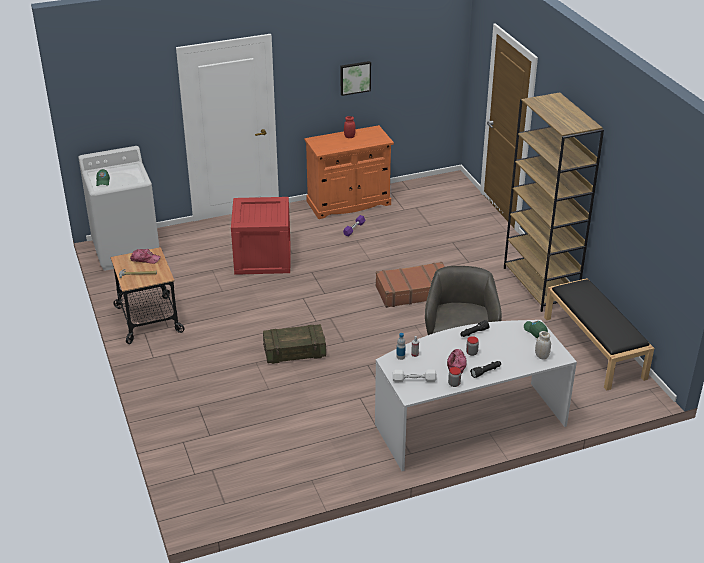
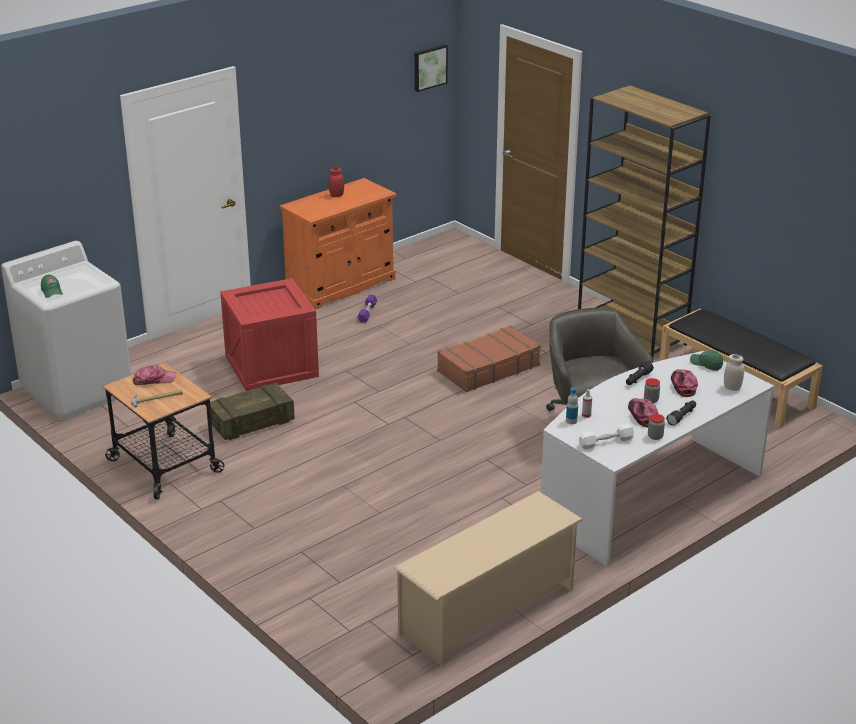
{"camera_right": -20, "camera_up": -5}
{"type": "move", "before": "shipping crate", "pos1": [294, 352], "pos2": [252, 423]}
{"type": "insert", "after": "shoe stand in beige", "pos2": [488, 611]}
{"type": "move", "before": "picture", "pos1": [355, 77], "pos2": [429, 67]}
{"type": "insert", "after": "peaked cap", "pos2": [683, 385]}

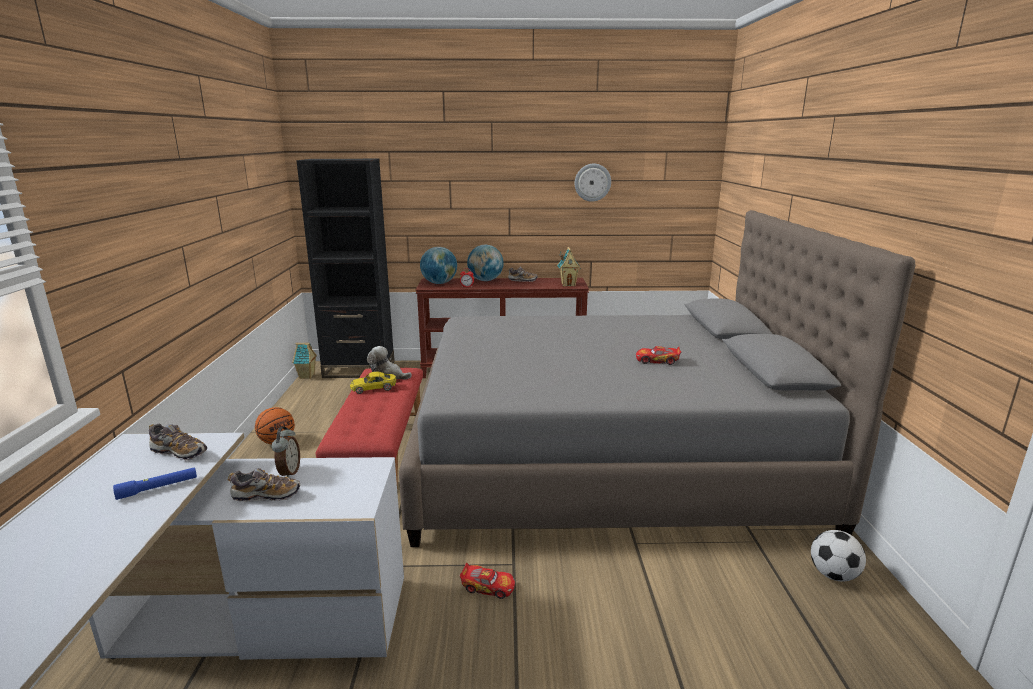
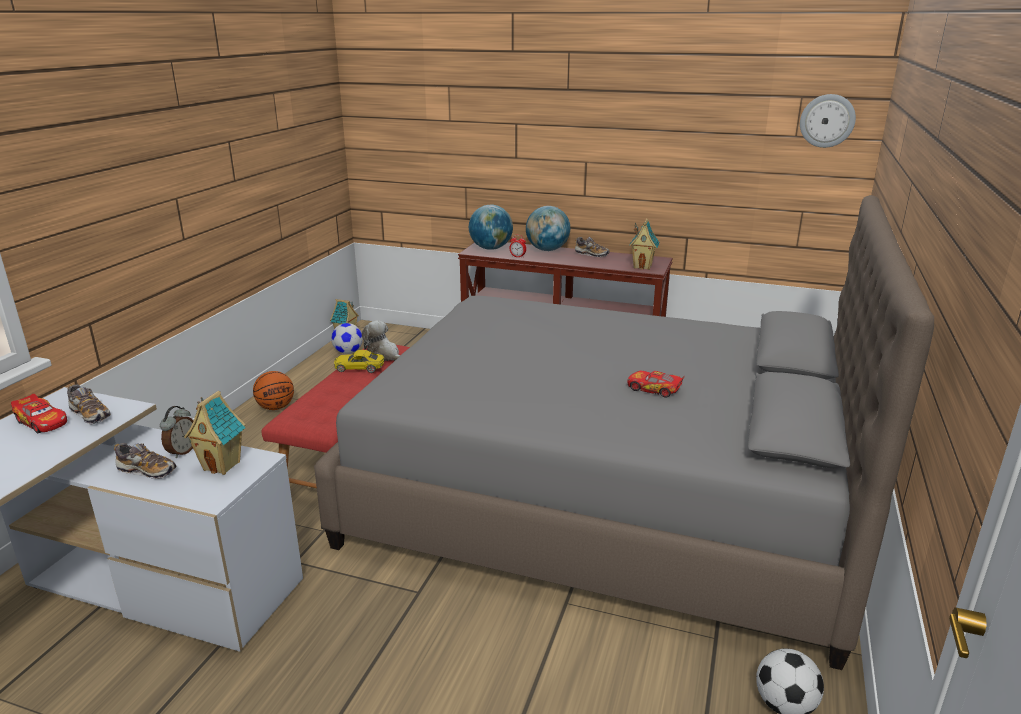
{"camera_right": 20, "camera_up": 5}
{"type": "move", "before": "toy car", "pos1": [488, 587], "pos2": [42, 422]}
{"type": "insert", "after": "toy house", "pos2": [223, 465]}
{"type": "insert", "after": "football", "pos2": [348, 352]}
{"type": "move", "before": "hanging clock", "pos1": [592, 182], "pos2": [827, 121]}
{"type": "delete", "before": "torch in blue-coloured", "pos1": [158, 488]}
{"type": "delete", "before": "bookshelf in blackish", "pos1": [359, 369]}

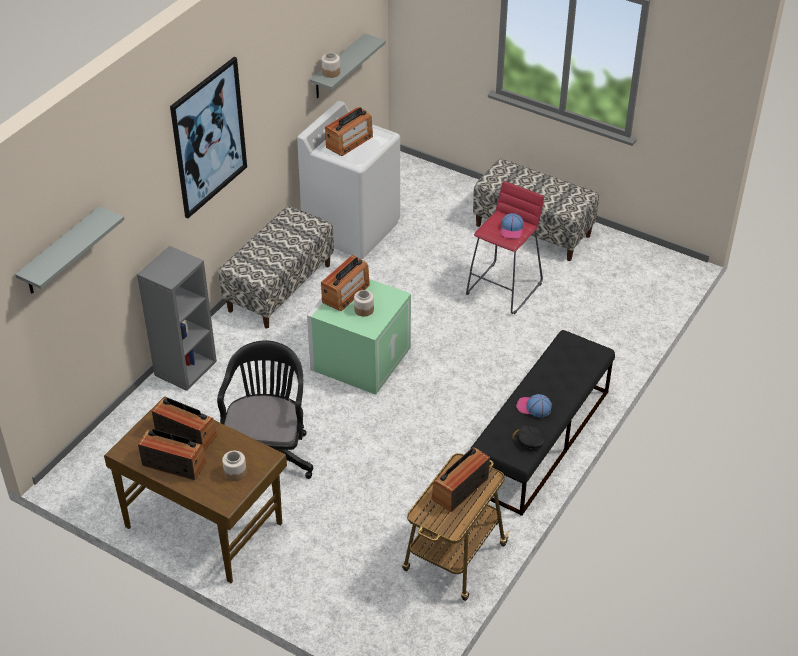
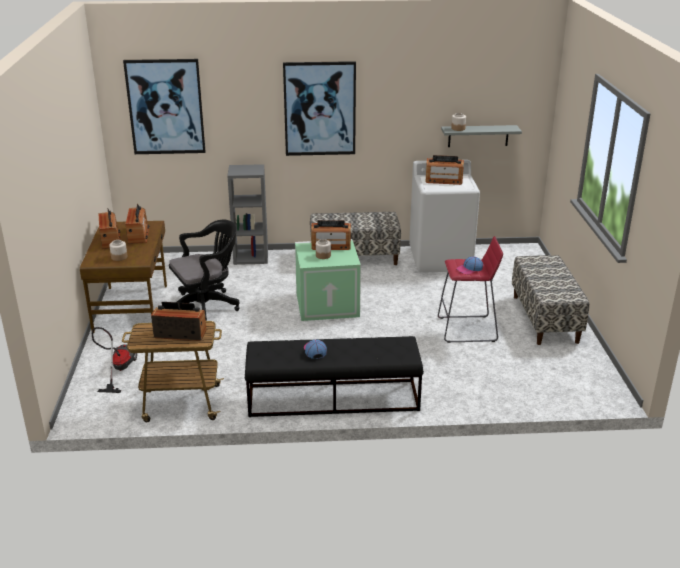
{"camera_right": 55, "camera_up": -15}
{"type": "insert", "after": "vacuum", "pos2": [118, 370]}
{"type": "replace", "before": "shelf in greyish", "after": "picture", "pos1": [61, 252], "pos2": [165, 107]}
{"type": "delete", "before": "peaked cap in blackish", "pos1": [528, 440]}

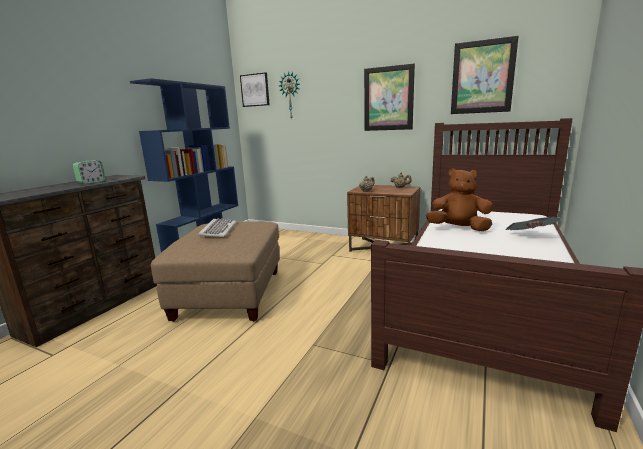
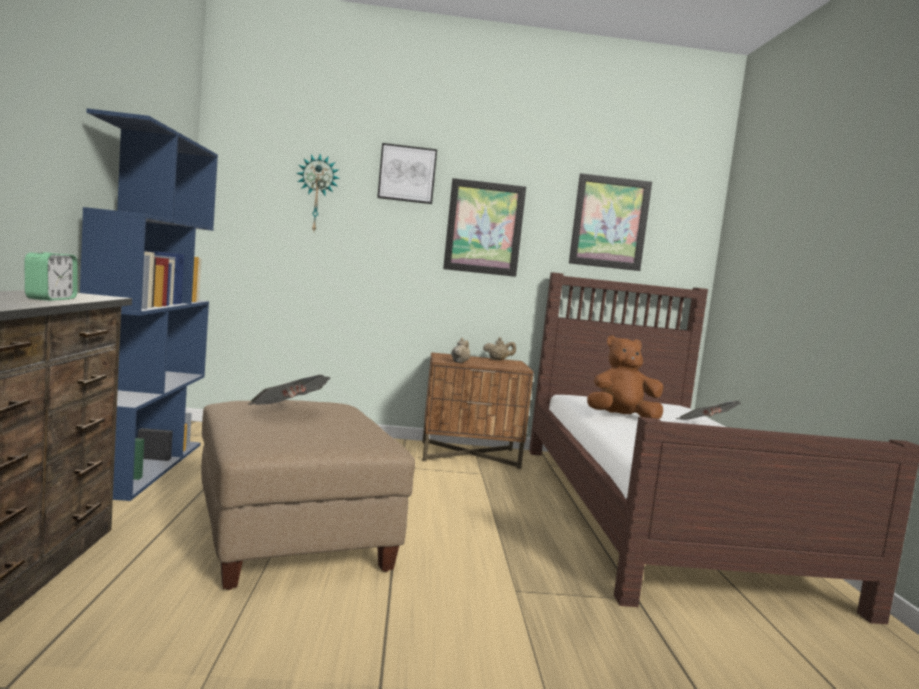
{"camera_right": -30, "camera_up": -10}
{"type": "replace", "before": "computer keyboard", "after": "daily paper", "pos1": [218, 230], "pos2": [287, 412]}
{"type": "move", "before": "picture", "pos1": [255, 90], "pos2": [407, 174]}

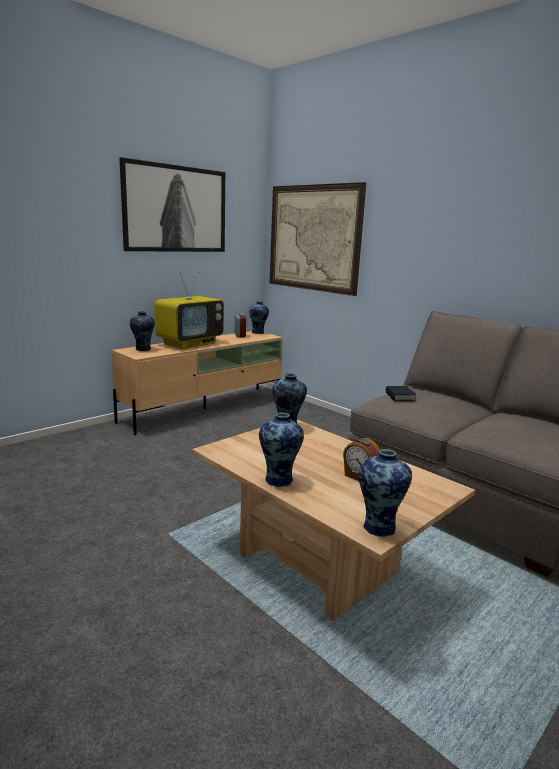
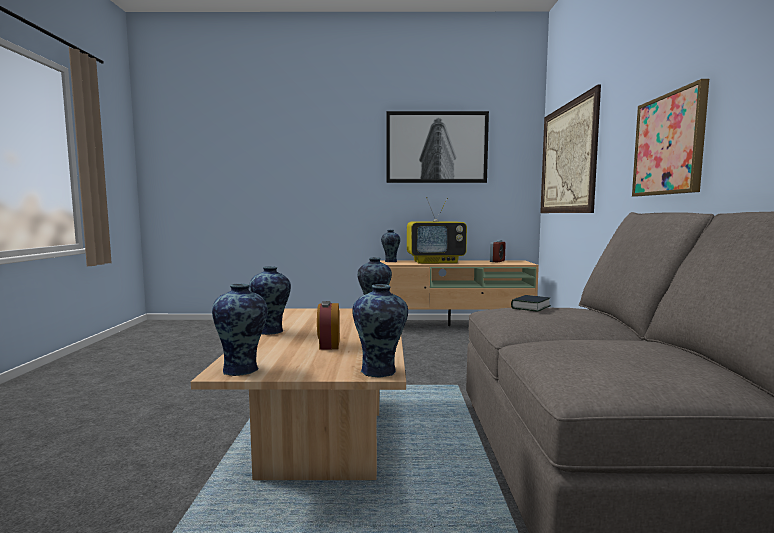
{"camera_right": 45, "camera_up": -10}
{"type": "move", "before": "vase", "pos1": [258, 332], "pos2": [380, 371]}
{"type": "insert", "after": "picture", "pos2": [669, 144]}

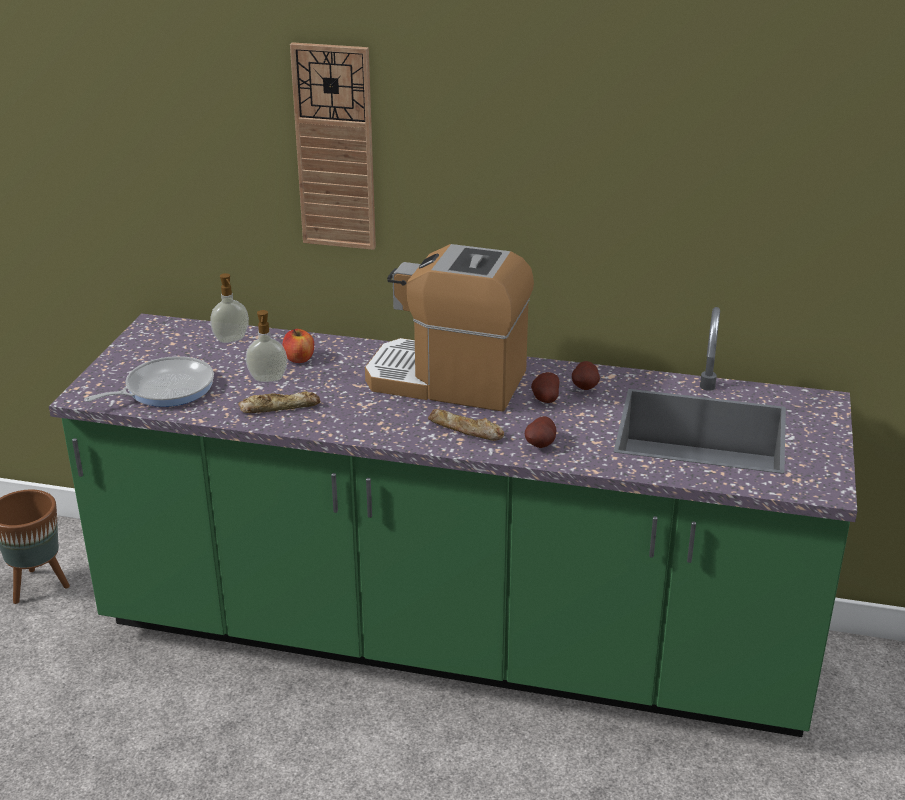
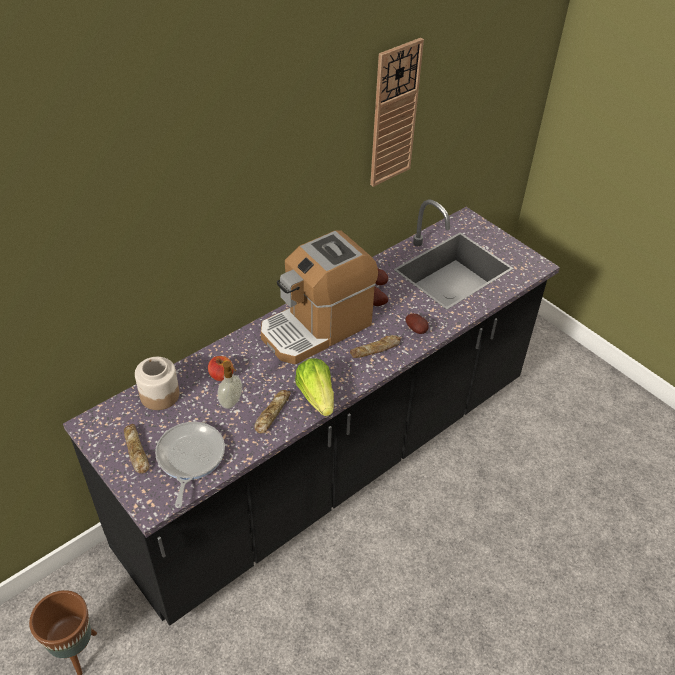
{"camera_right": -55, "camera_up": 15}
{"type": "recolor", "before": "counter in green-coloured", "after": "counter in blackish", "pos1": [452, 641], "pos2": [333, 463]}
{"type": "insert", "after": "baked bread", "pos2": [136, 451]}
{"type": "replace", "before": "soap dispenser", "after": "jar", "pos1": [231, 340], "pos2": [159, 395]}
{"type": "insert", "after": "lettuce", "pos2": [316, 396]}
{"type": "move", "before": "hanging clock", "pos1": [335, 148], "pos2": [394, 114]}

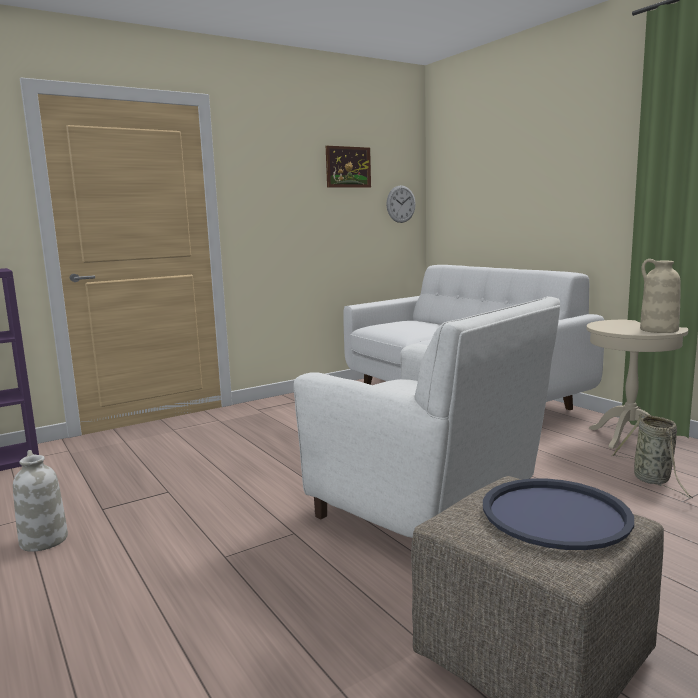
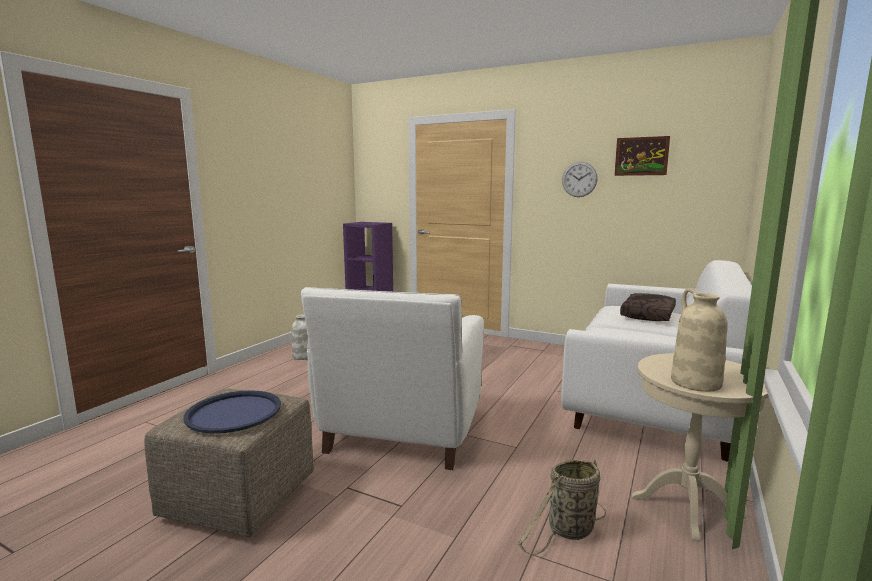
{"camera_right": 60, "camera_up": 0}
{"type": "move", "before": "hanging clock", "pos1": [401, 204], "pos2": [579, 179]}
{"type": "insert", "after": "cushion in brown-coloured", "pos2": [649, 315]}

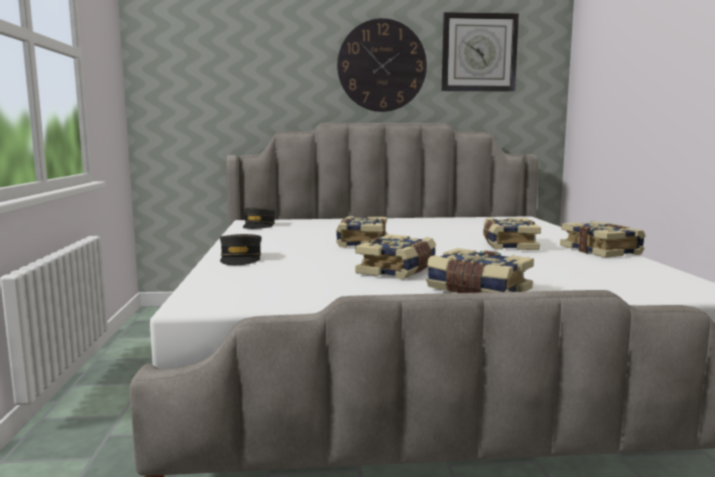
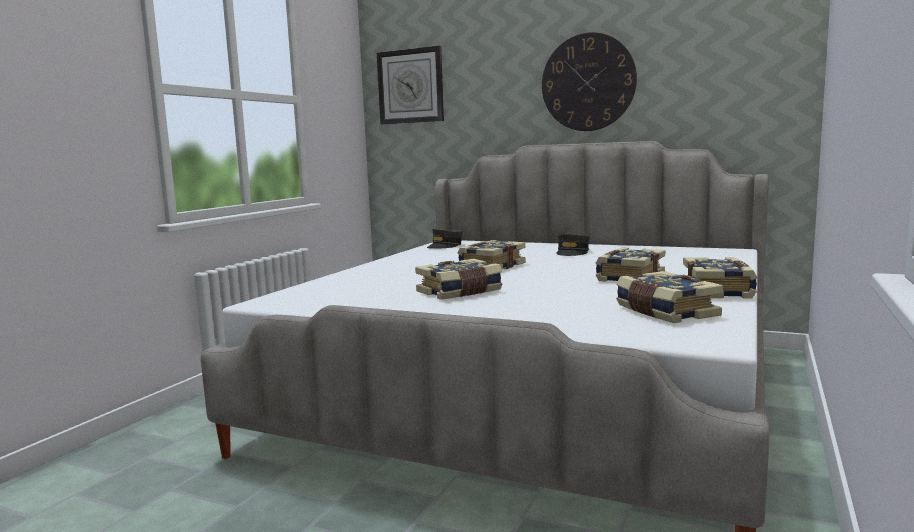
{"camera_right": 30, "camera_up": 0}
{"type": "move", "before": "hanging clock", "pos1": [479, 53], "pos2": [411, 86]}
{"type": "move", "before": "peaked cap in greyish", "pos1": [241, 259], "pos2": [572, 252]}
{"type": "move", "before": "bound book", "pos1": [477, 290], "pos2": [664, 312]}

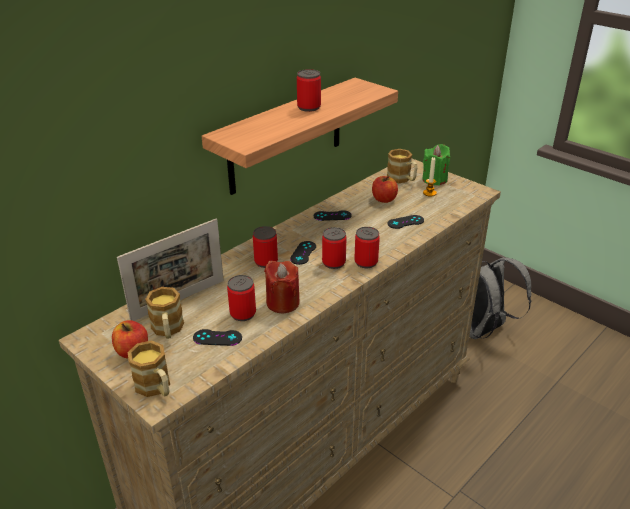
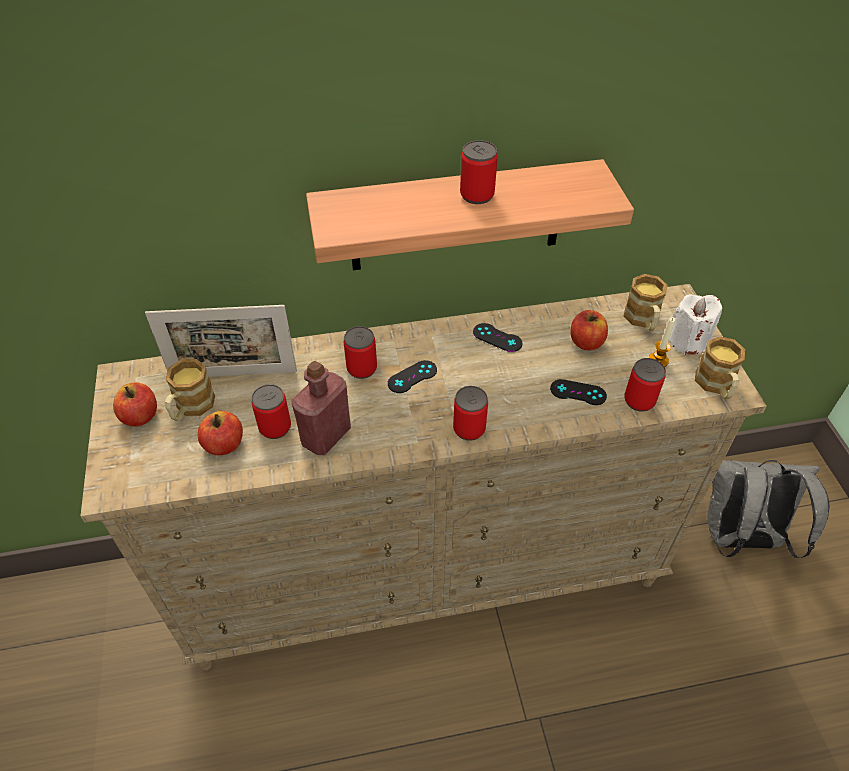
{"camera_right": 35, "camera_up": 15}
{"type": "replace", "before": "gamepad in blackish", "after": "apple fruit", "pos1": [217, 338], "pos2": [224, 445]}
{"type": "replace", "before": "wax candle in red", "after": "beverage bottle in red", "pos1": [282, 303], "pos2": [326, 436]}
{"type": "move", "before": "can", "pos1": [333, 262], "pos2": [639, 400]}
{"type": "recolor", "before": "wax candle in green-coloured", "after": "wax candle in whitish", "pos1": [434, 179], "pos2": [688, 341]}
{"type": "move", "before": "tea mug", "pos1": [156, 388], "pos2": [716, 386]}

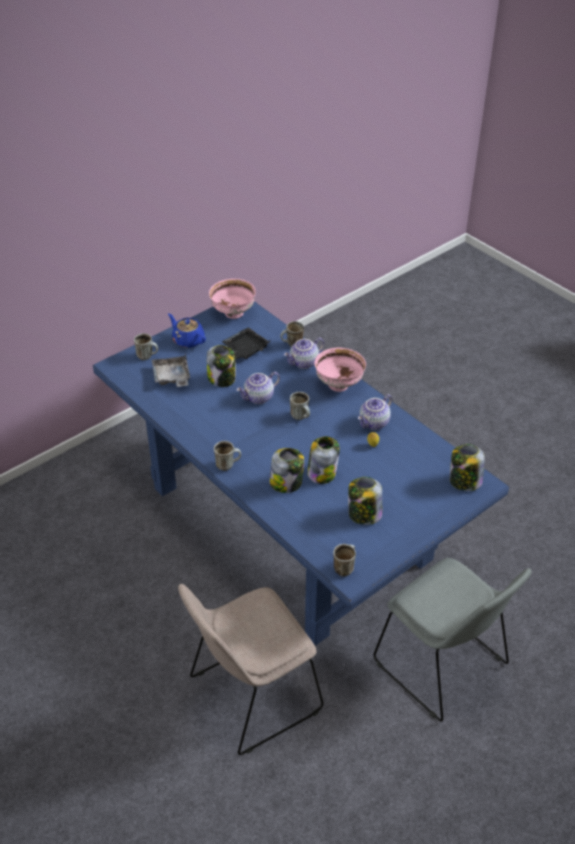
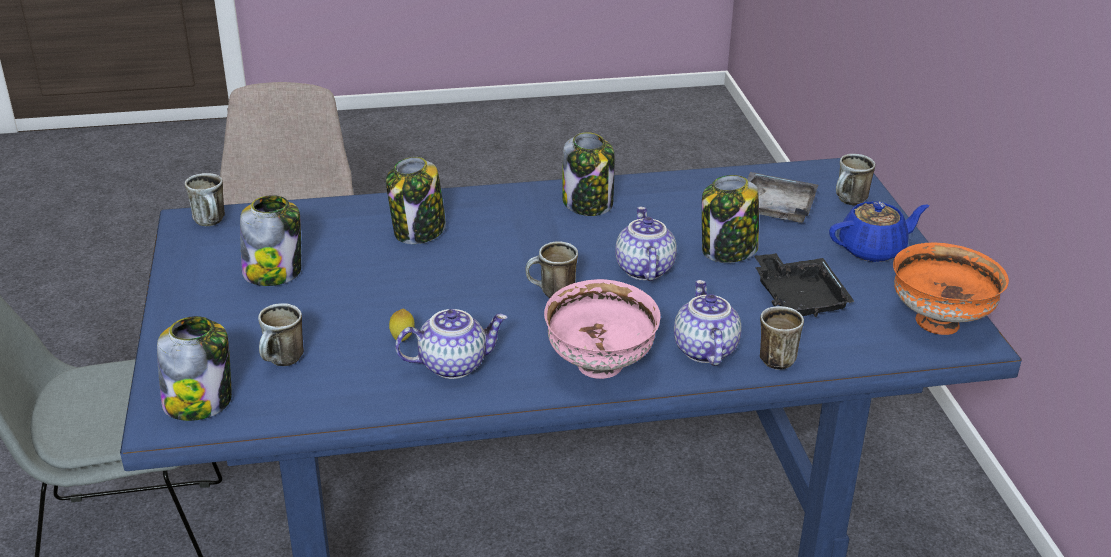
{"camera_right": 120, "camera_up": -10}
{"type": "move", "before": "tea mug", "pos1": [228, 464], "pos2": [283, 362]}
{"type": "rotate", "before": "teapot", "pos1": [374, 423], "pos2": [453, 364], "turn": 90}
{"type": "move", "before": "jar", "pos1": [322, 473], "pos2": [588, 203]}
{"type": "recolor", "before": "serving bowl in pinkish", "after": "serving bowl in orangey", "pos1": [233, 313], "pos2": [938, 321]}

